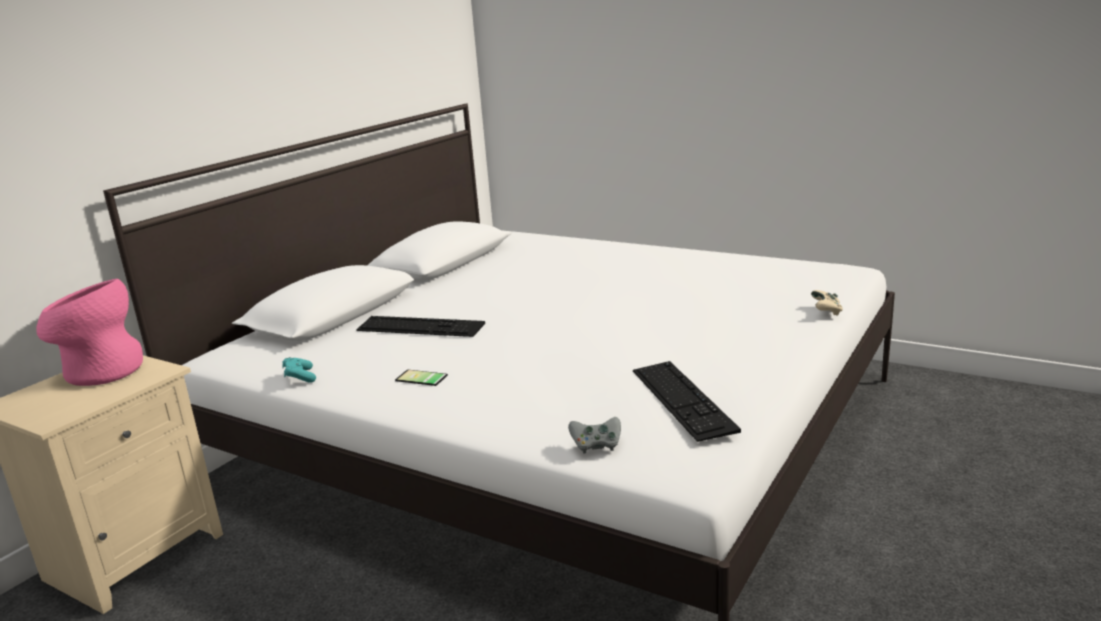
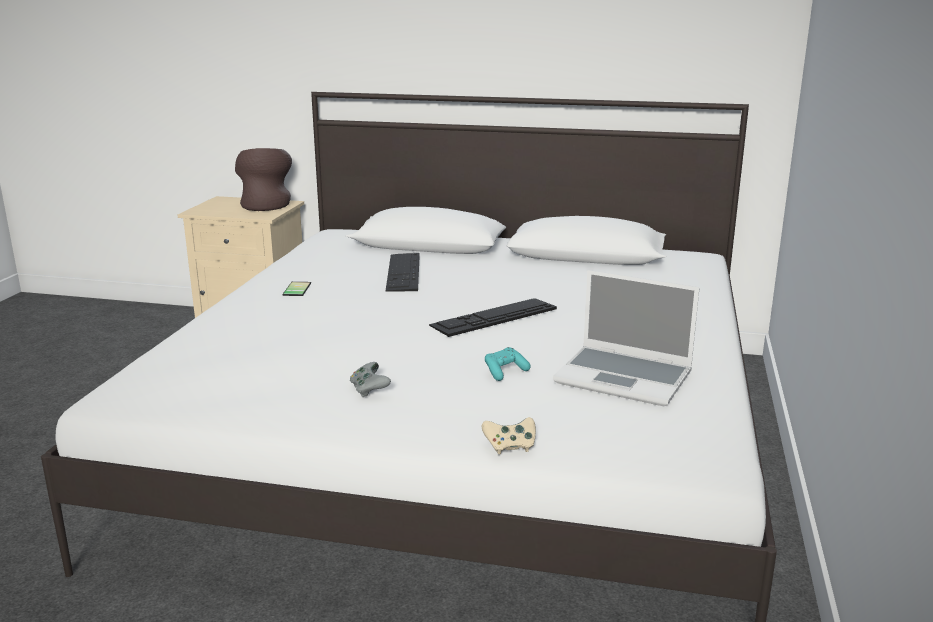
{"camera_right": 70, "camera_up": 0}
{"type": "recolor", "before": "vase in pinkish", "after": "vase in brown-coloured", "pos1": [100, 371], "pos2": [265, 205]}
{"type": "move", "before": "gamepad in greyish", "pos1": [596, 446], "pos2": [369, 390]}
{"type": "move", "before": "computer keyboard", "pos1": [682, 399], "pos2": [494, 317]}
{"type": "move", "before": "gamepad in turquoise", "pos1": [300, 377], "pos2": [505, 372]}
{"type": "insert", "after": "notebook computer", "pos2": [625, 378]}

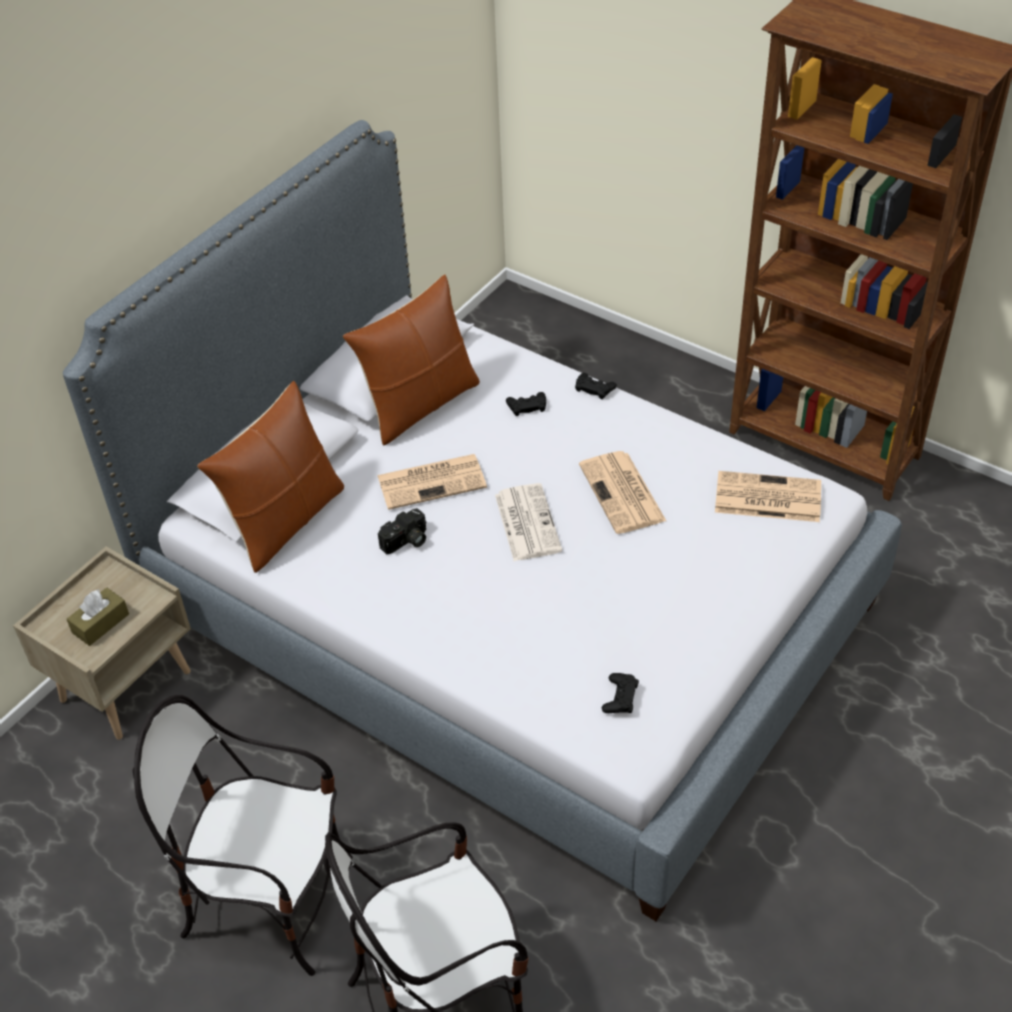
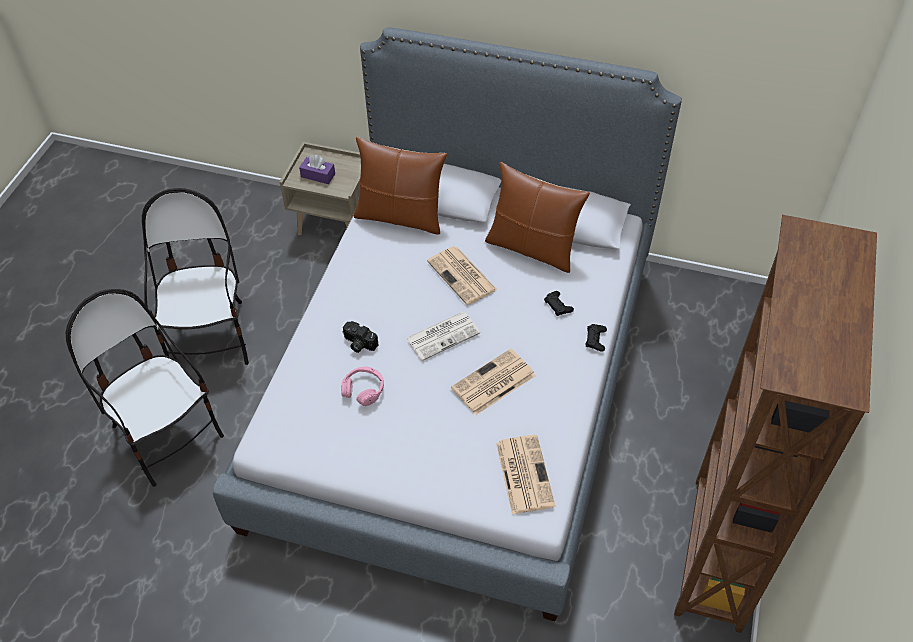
{"camera_right": 70, "camera_up": 5}
{"type": "recolor", "before": "box of tissues in brown-coloured", "after": "box of tissues in purple", "pos1": [100, 623], "pos2": [318, 175]}
{"type": "insert", "after": "headphones in pinkish", "pos2": [363, 389]}
{"type": "move", "before": "photo camera", "pos1": [406, 542], "pos2": [358, 343]}
{"type": "delete", "before": "gamepad in blackish", "pos1": [620, 697]}

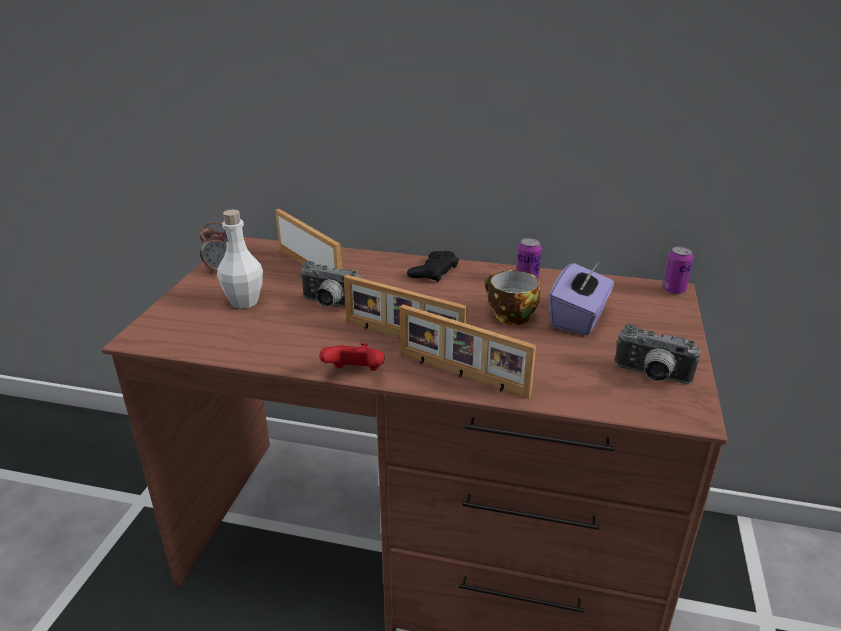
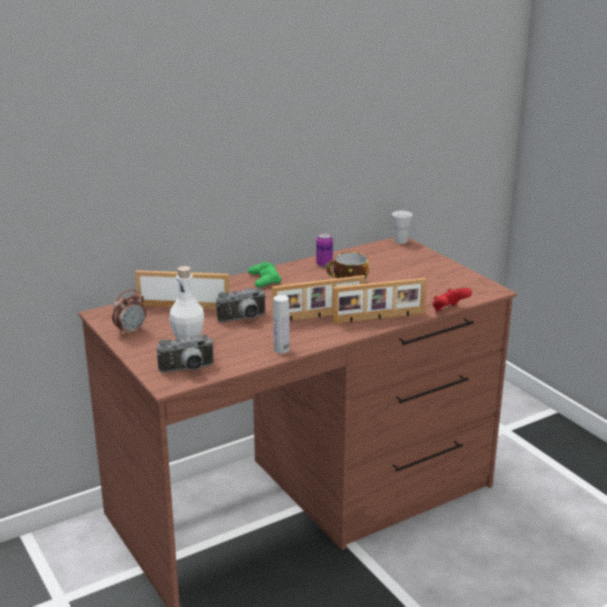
{"camera_right": -45, "camera_up": -5}
{"type": "move", "before": "photo camera", "pos1": [651, 377], "pos2": [187, 370]}
{"type": "recolor", "before": "gamepad in blackish", "after": "gamepad in green-coloured", "pos1": [433, 271], "pos2": [264, 279]}
{"type": "insert", "after": "beverage bottle in whitish", "pos2": [281, 349]}
{"type": "replace", "before": "can", "after": "drinking cup in whitish", "pos1": [673, 290], "pos2": [400, 241]}
{"type": "move", "before": "gamepad in red", "pos1": [355, 374], "pos2": [449, 310]}
{"type": "delete", "before": "box of tissues in purple", "pos1": [579, 318]}

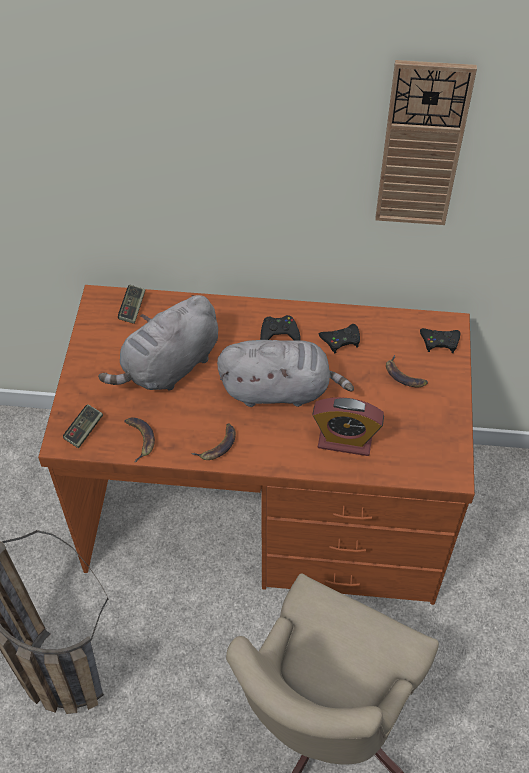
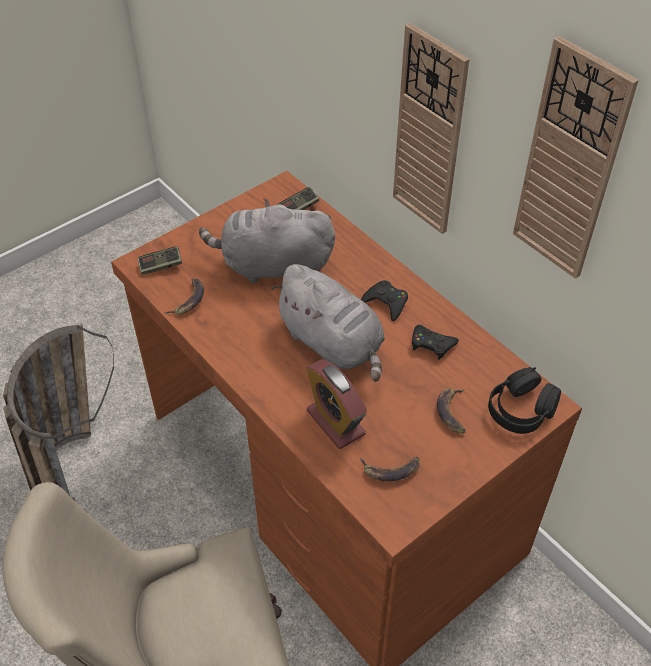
{"camera_right": 45, "camera_up": -5}
{"type": "move", "before": "whole banana", "pos1": [218, 445], "pos2": [391, 470]}
{"type": "insert", "after": "hanging clock", "pos2": [429, 133]}
{"type": "replace", "before": "gamepad in blackish", "after": "headphones in blackish", "pos1": [439, 342], "pos2": [521, 410]}

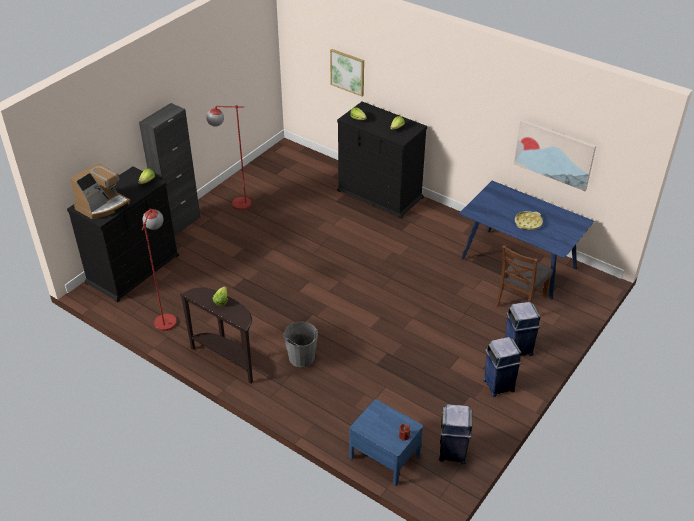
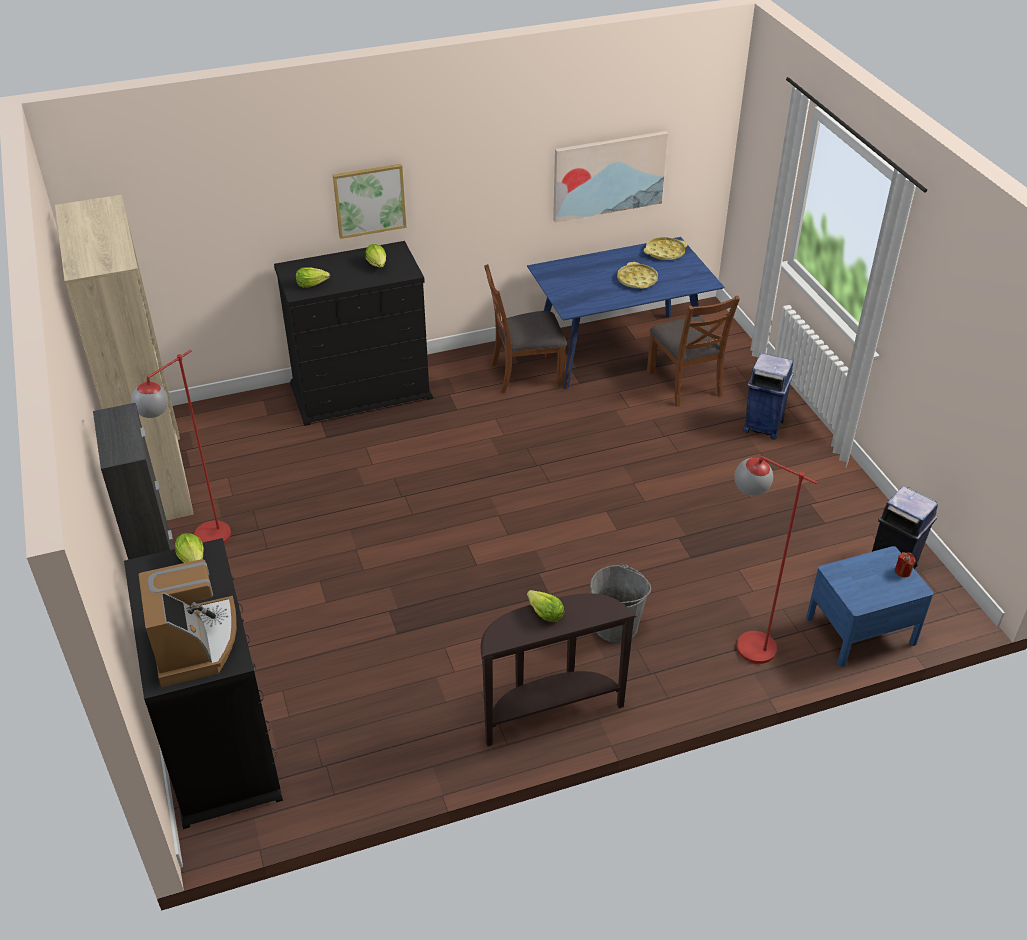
{"camera_right": -55, "camera_up": 0}
{"type": "insert", "after": "bookshelf in beige", "pos2": [158, 477]}
{"type": "move", "before": "picture", "pos1": [347, 72], "pos2": [369, 200]}
{"type": "insert", "after": "upright chair in brown-coloured", "pos2": [525, 374]}
{"type": "insert", "after": "serving tray in yellow", "pos2": [665, 252]}
{"type": "move", "before": "standard lamp in red", "pos1": [167, 317], "pos2": [743, 641]}
{"type": "delete", "before": "trash can in blue-coloured", "pos1": [498, 385]}

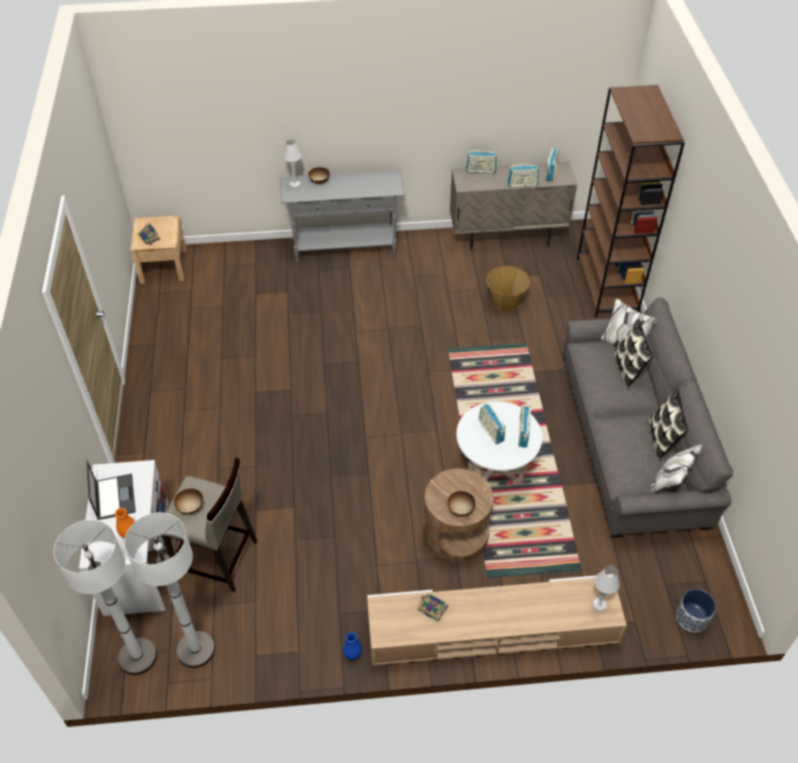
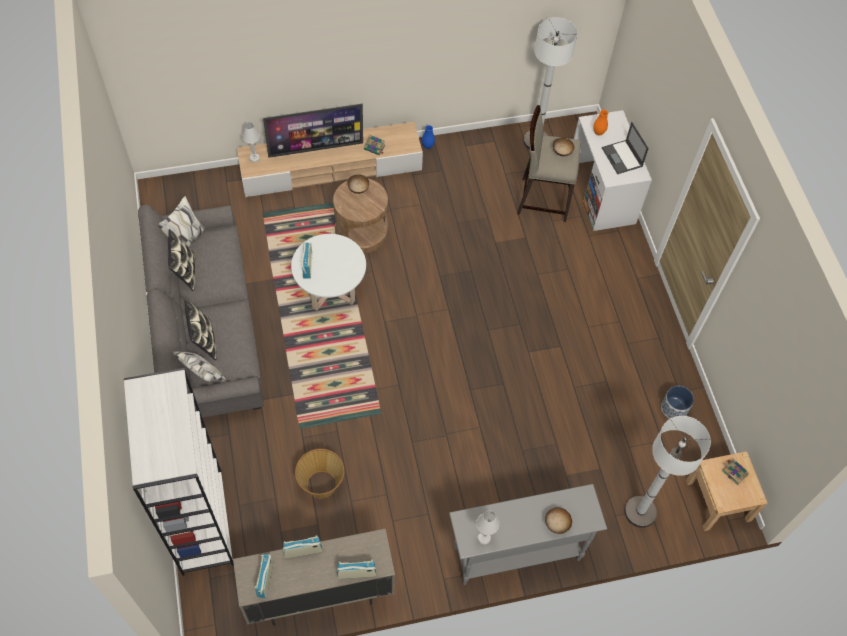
{"camera_right": 170, "camera_up": 10}
{"type": "recolor", "before": "bookshelf in brown-coloured", "after": "bookshelf in whitish", "pos1": [607, 285], "pos2": [202, 522]}
{"type": "insert", "after": "TV", "pos2": [316, 149]}
{"type": "move", "before": "tabletop lamp in whitish", "pos1": [295, 185], "pos2": [484, 538]}
{"type": "move", "before": "standard lamp in whitish", "pos1": [138, 657], "pos2": [640, 512]}
{"type": "move", "before": "flower pot", "pos1": [691, 617], "pos2": [674, 408]}
{"type": "delete", "before": "radio set", "pos1": [491, 431]}

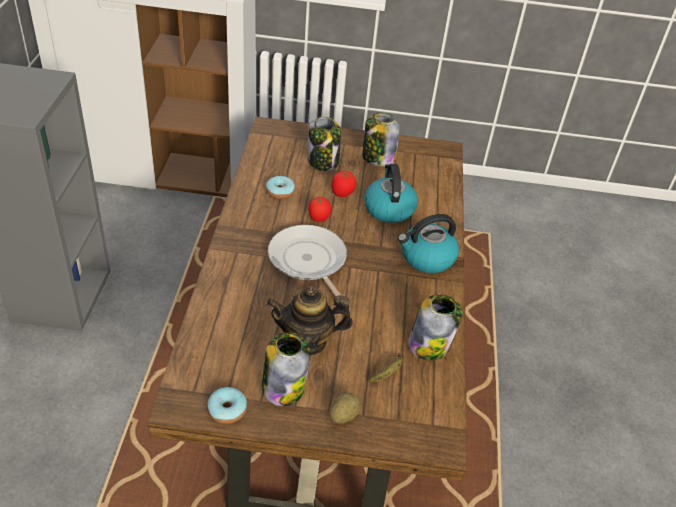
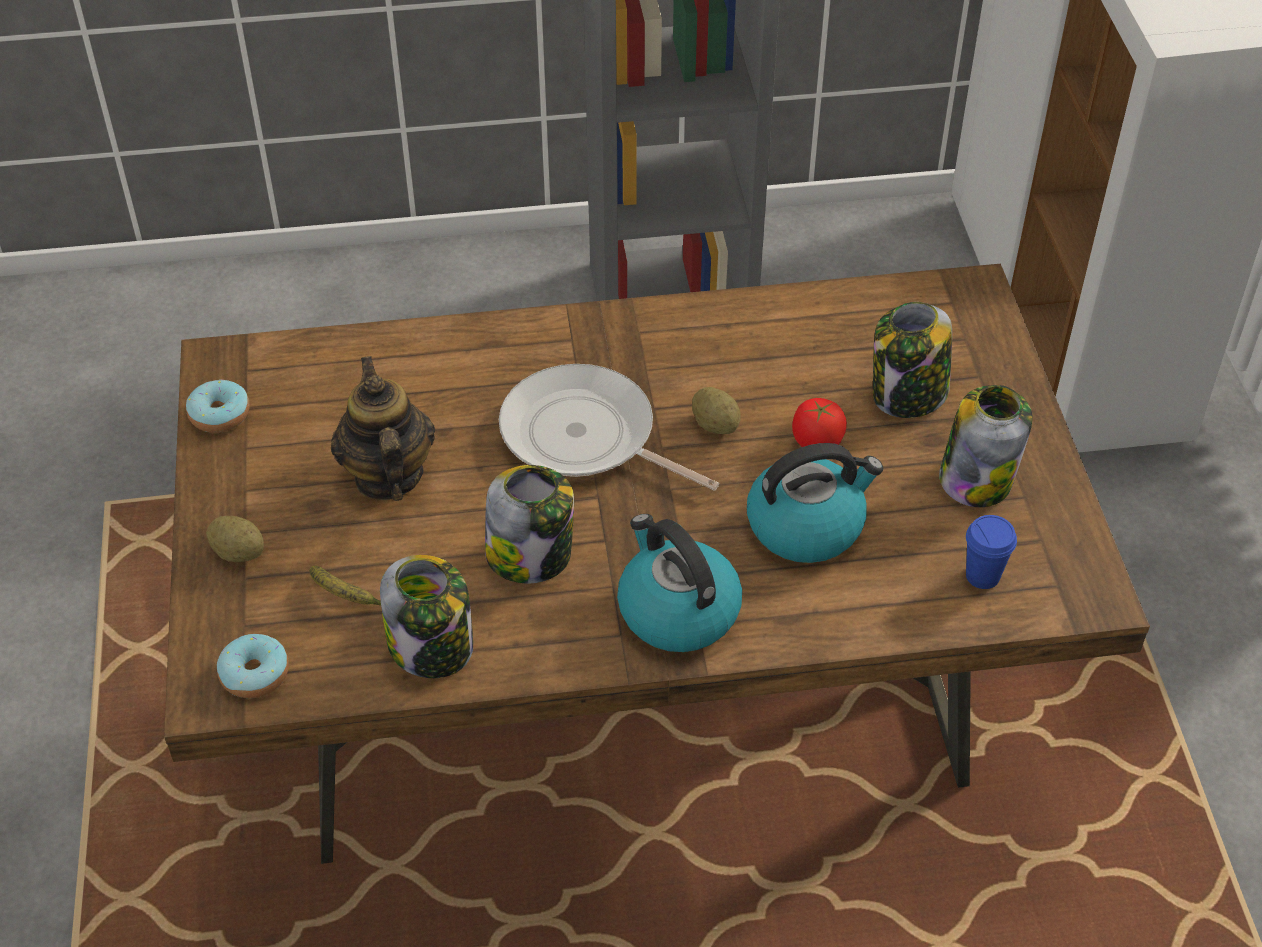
{"camera_right": 80, "camera_up": 5}
{"type": "move", "before": "donut", "pos1": [280, 192], "pos2": [255, 674]}
{"type": "move", "before": "jar", "pos1": [283, 387], "pos2": [531, 555]}
{"type": "rotate", "before": "skillet", "pos1": [309, 262], "pos2": [585, 437], "turn": -105}
{"type": "replace", "before": "fresh tomato", "after": "whole potato", "pos1": [318, 219], "pos2": [715, 425]}
{"type": "insert", "after": "drinking cup in blue-coloured", "pos2": [982, 576]}

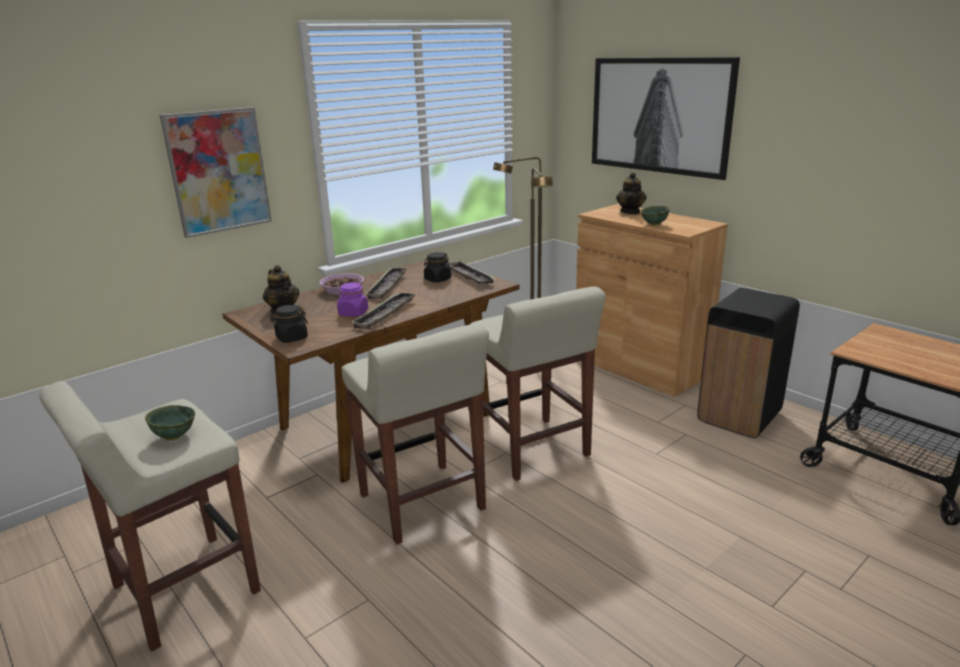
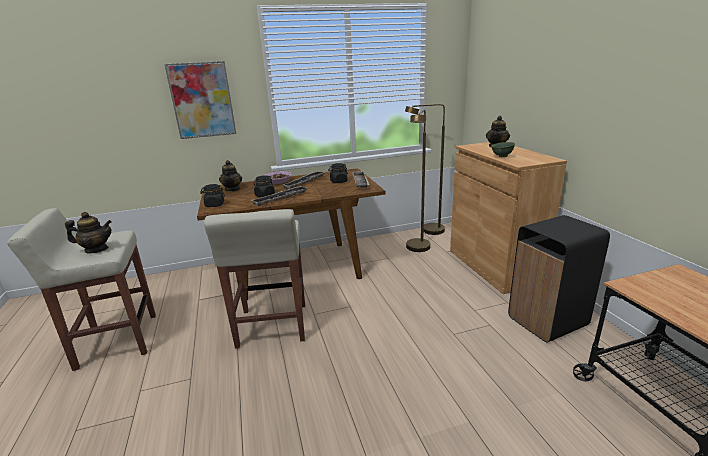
{"camera_right": 25, "camera_up": 0}
{"type": "replace", "before": "serving bowl in green-coloured", "after": "teapot", "pos1": [174, 436], "pos2": [96, 249]}
{"type": "recolor", "before": "jar in purple", "after": "jar in blackish", "pos1": [353, 313], "pos2": [265, 195]}
{"type": "delete", "before": "stool in beige", "pos1": [533, 449]}
{"type": "delete", "before": "picture", "pos1": [660, 115]}

